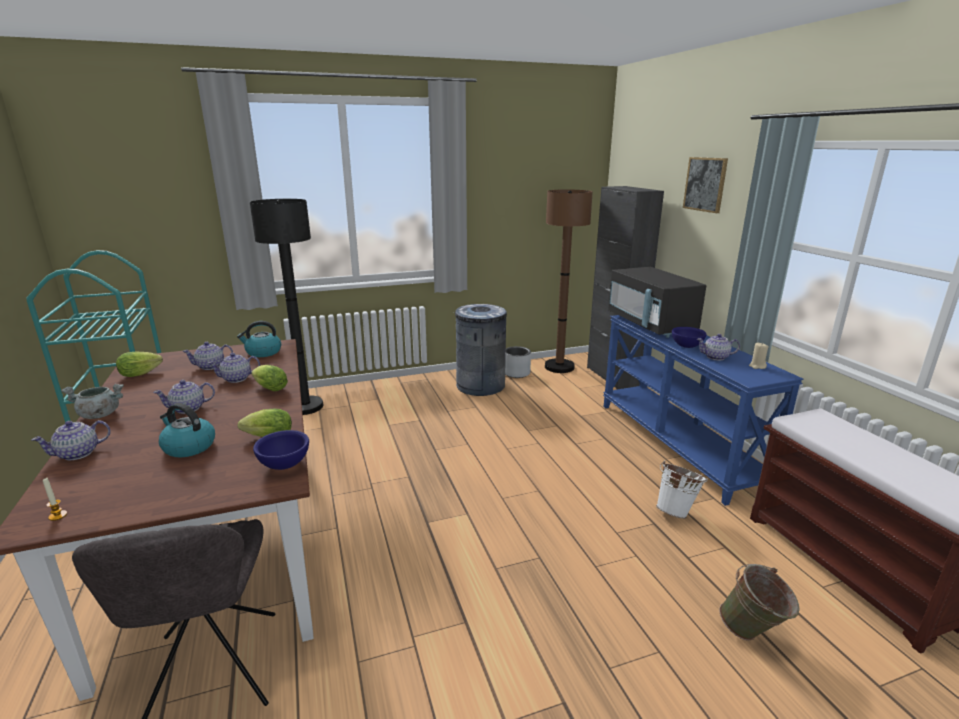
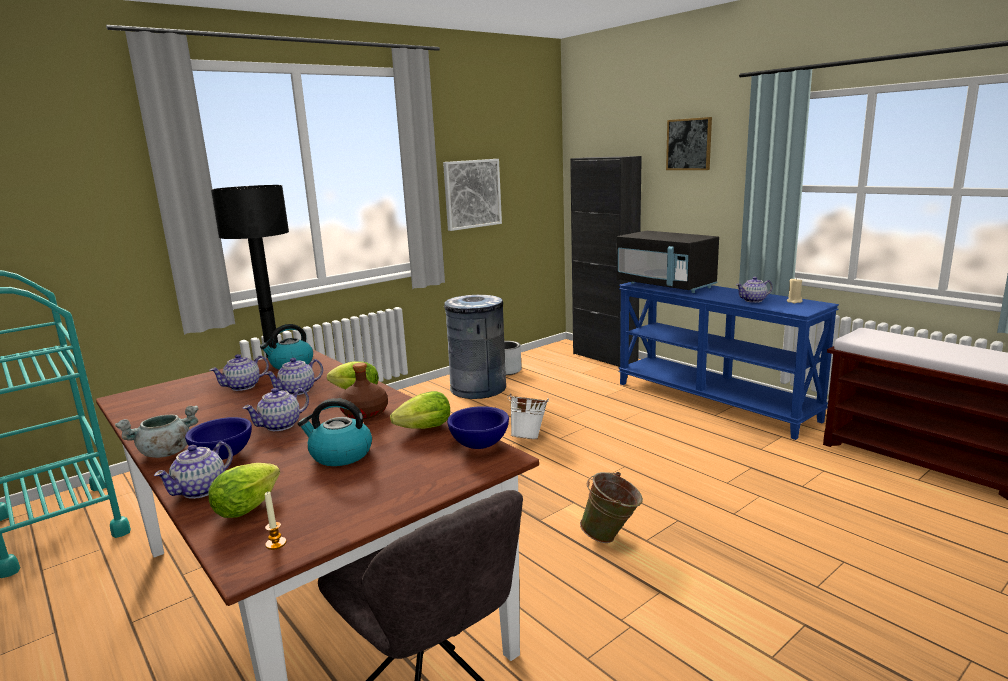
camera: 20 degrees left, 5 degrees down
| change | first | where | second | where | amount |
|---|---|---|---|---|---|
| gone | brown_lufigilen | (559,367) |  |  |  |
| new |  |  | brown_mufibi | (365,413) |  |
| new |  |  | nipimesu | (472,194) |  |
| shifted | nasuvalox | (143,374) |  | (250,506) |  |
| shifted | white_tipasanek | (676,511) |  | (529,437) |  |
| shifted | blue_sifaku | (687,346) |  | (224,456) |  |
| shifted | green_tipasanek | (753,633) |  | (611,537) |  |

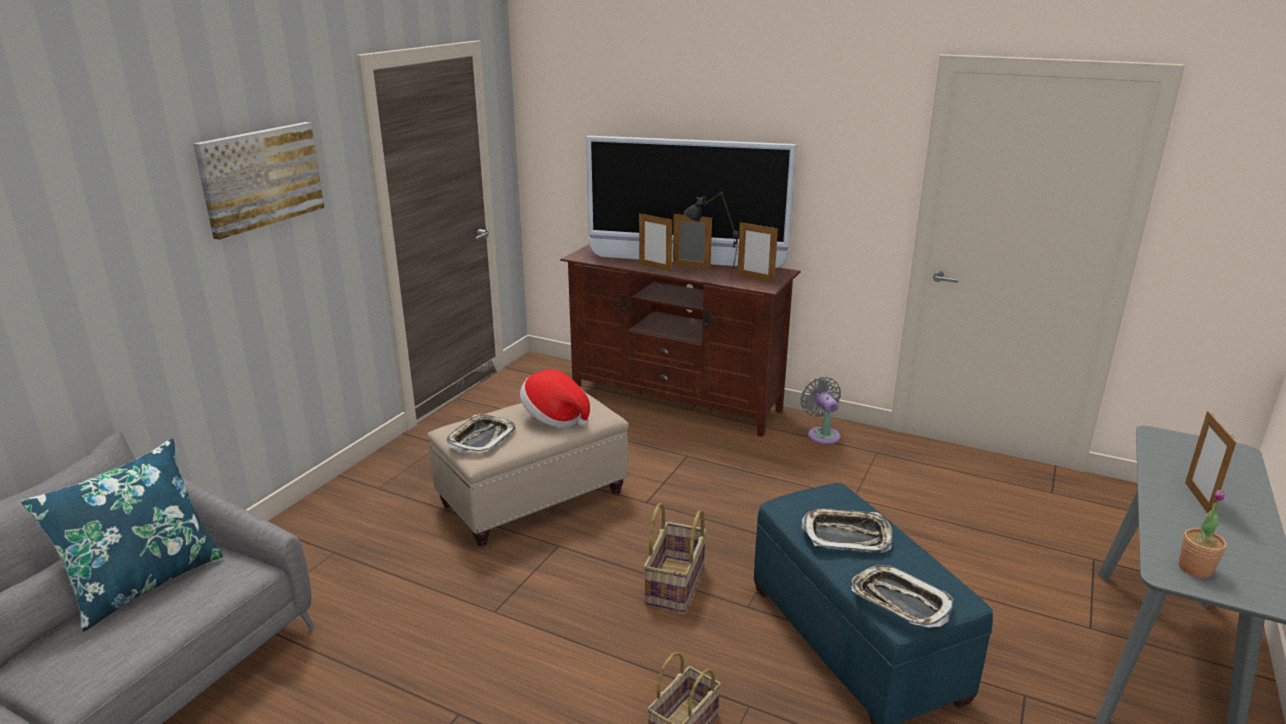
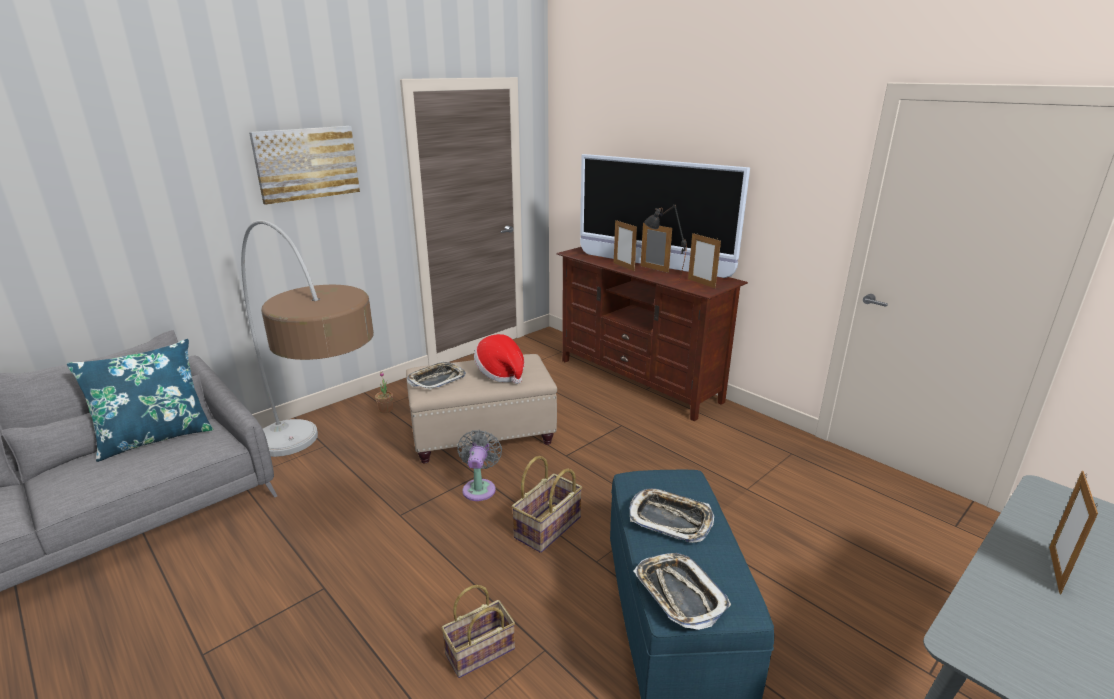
camera: 20 degrees right, 0 degrees up
| change | first | where | second | where | amount |
|---|---|---|---|---|---|
| new |  |  | lufigilen | (322,475) |  |
| shifted | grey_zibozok | (822,434) |  | (480,488) |  |
| shifted | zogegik | (1195,569) |  | (385,409) |  |

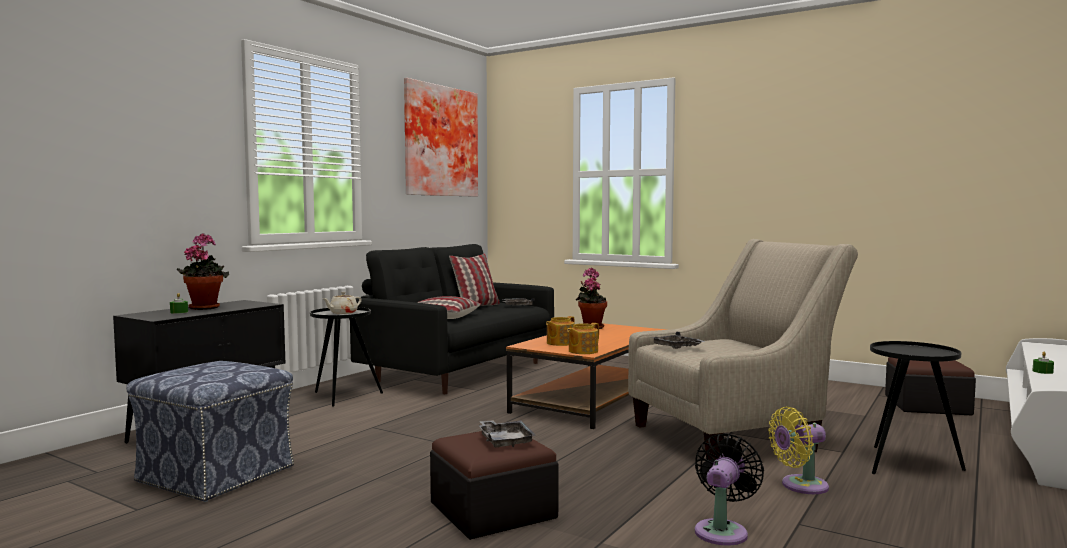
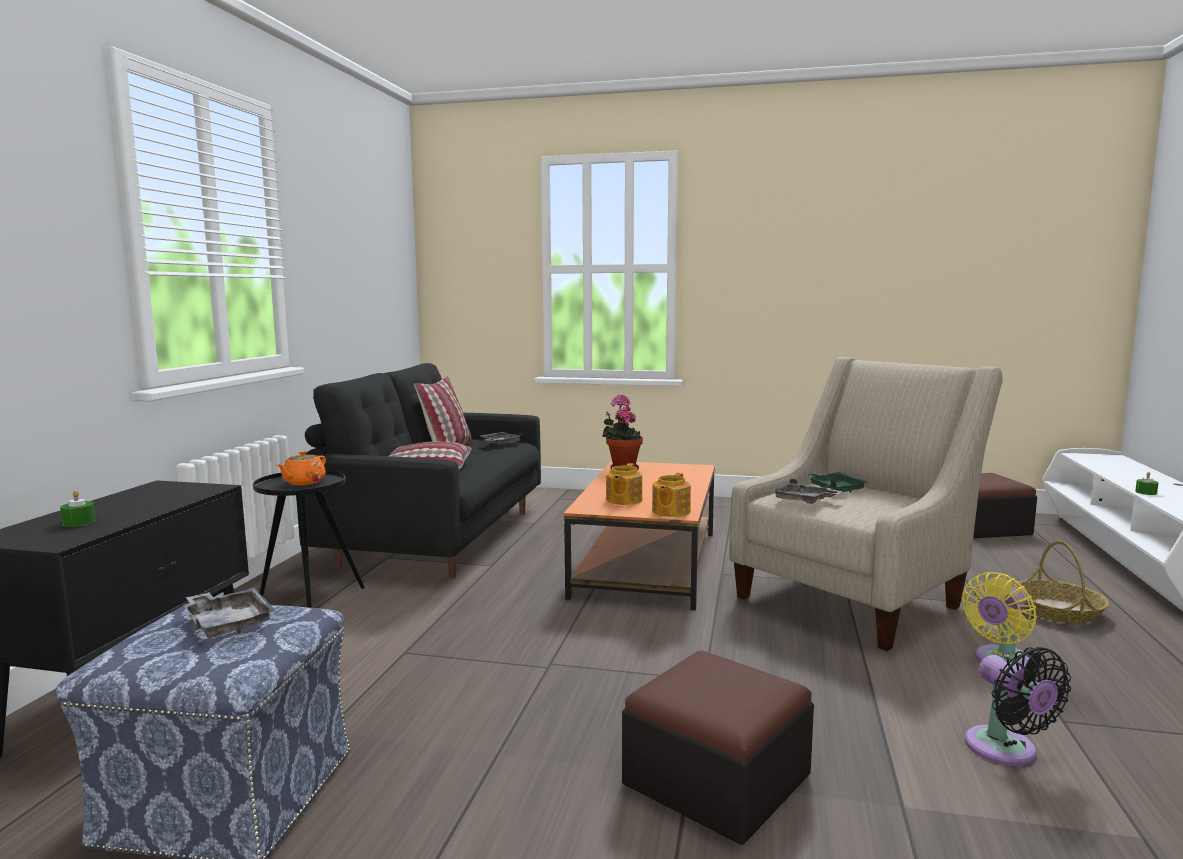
camera: 20 degrees left, 5 degrees up
| change | first | where | second | where | amount |
|---|---|---|---|---|---|
| gone | zogegik | (205,307) |  |  |  |
| gone | nipimesu | (439,141) |  |  |  |
| new |  |  | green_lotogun | (835,489) |  |
| shifted | grey_lotogun | (505,441) |  | (228,623) |  |
| swapped | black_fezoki | (908,464) | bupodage | (1058,611) |  |
| repainted | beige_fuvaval | (342,313) | orange_fuvaval | (303,482) |  |
| rotated | black_zibozok | (722,531) |  | (1006,751) | 150 degrees clockwise |

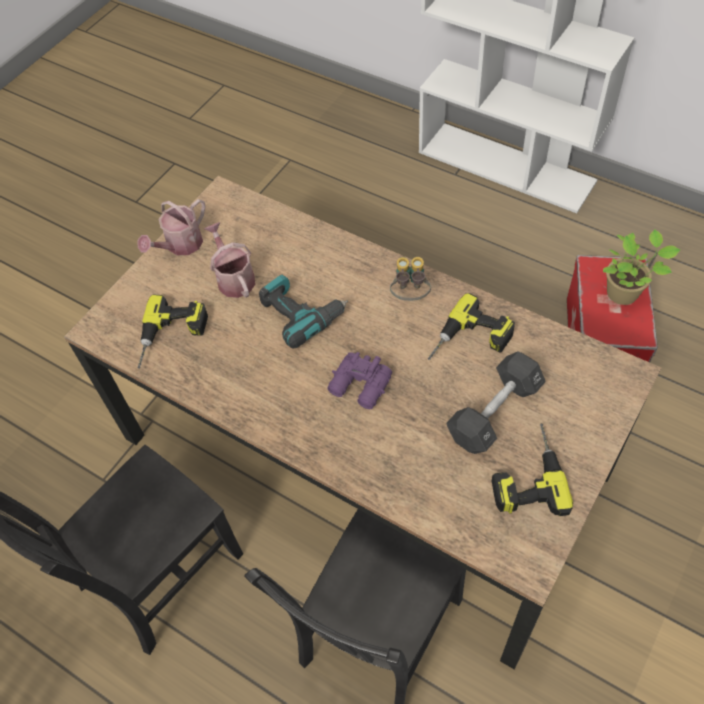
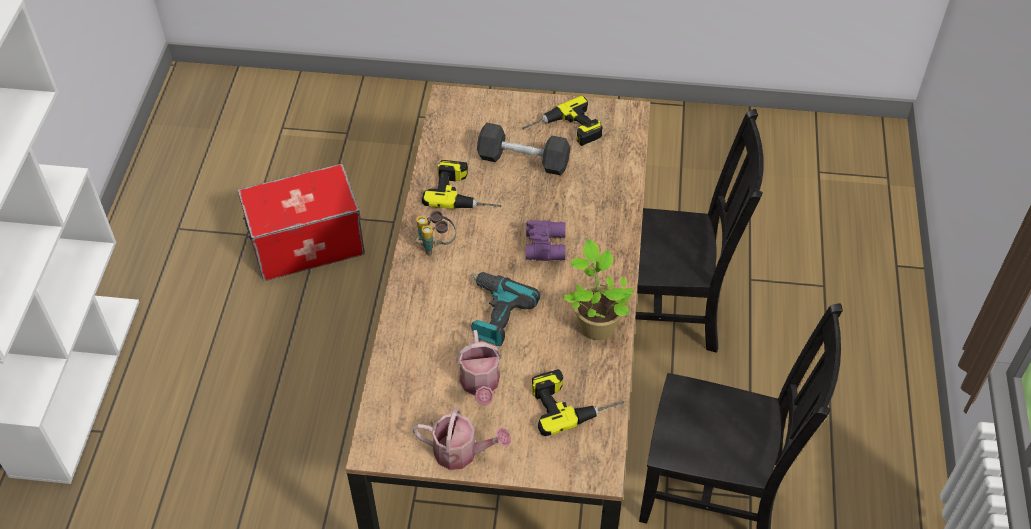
camera: 120 degrees left, 5 degrees down
| change | first | where | second | where | amount |
|---|---|---|---|---|---|
| shifted | zogegik | (625,293) |  | (596,323) |  |
| rotated | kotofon | (234,278) |  | (480,384) | 45 degrees counterclockwise |

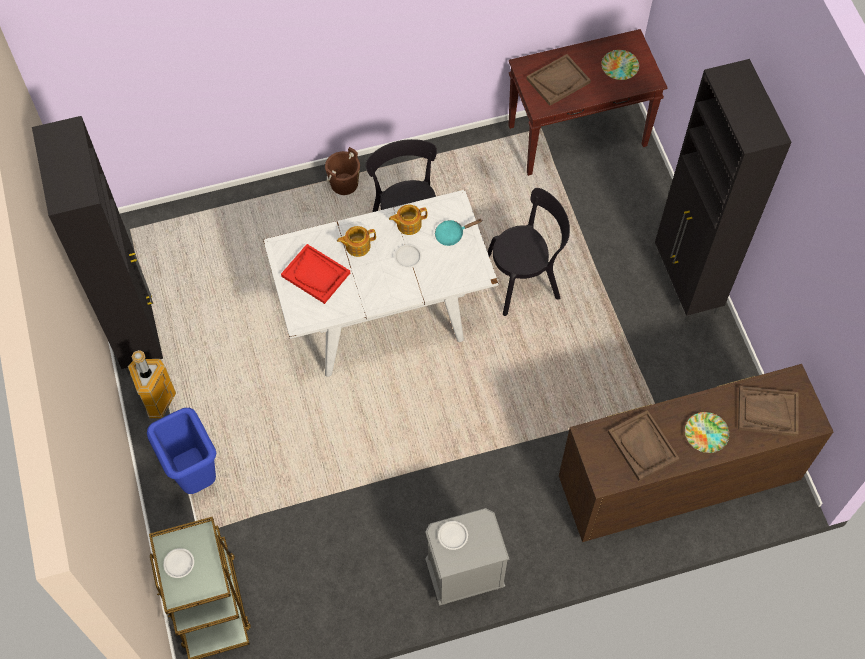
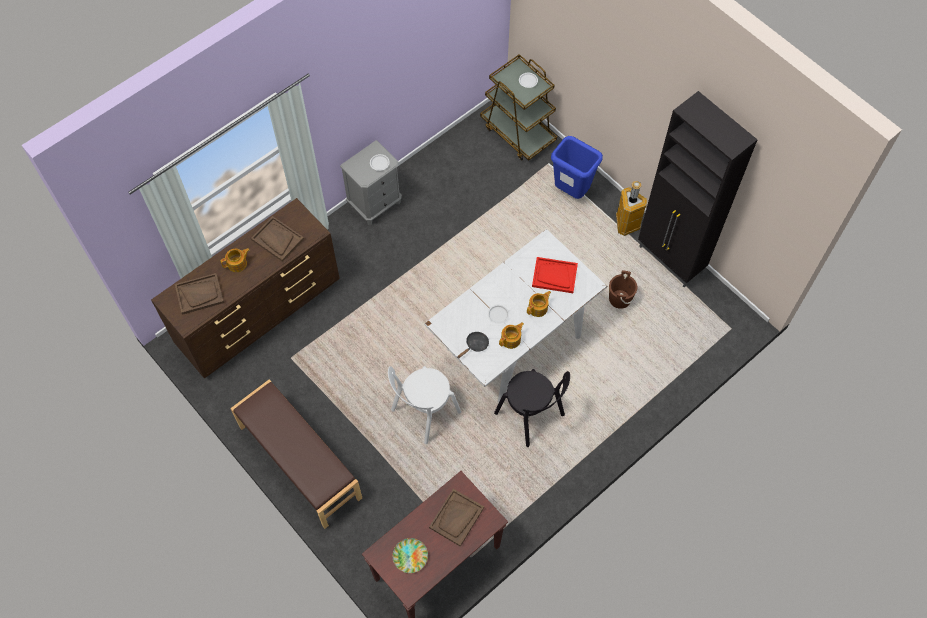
camera: 155 degrees right, 0 degrees up
| change | first | where | second | where | amount |
|---|---|---|---|---|---|
| shifted | brown_tipasanek | (344,184) |  | (619,299) |  |
| swapped | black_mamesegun | (686,284) | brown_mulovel | (299,463) |  |
| swapped | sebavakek | (706,433) | fuvaval | (237,264) |  |
| repainted | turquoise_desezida | (452,234) | black_desezida | (475,345) |  |
| repainted | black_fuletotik | (525,280) | white_fuletotik | (423,413) |  |

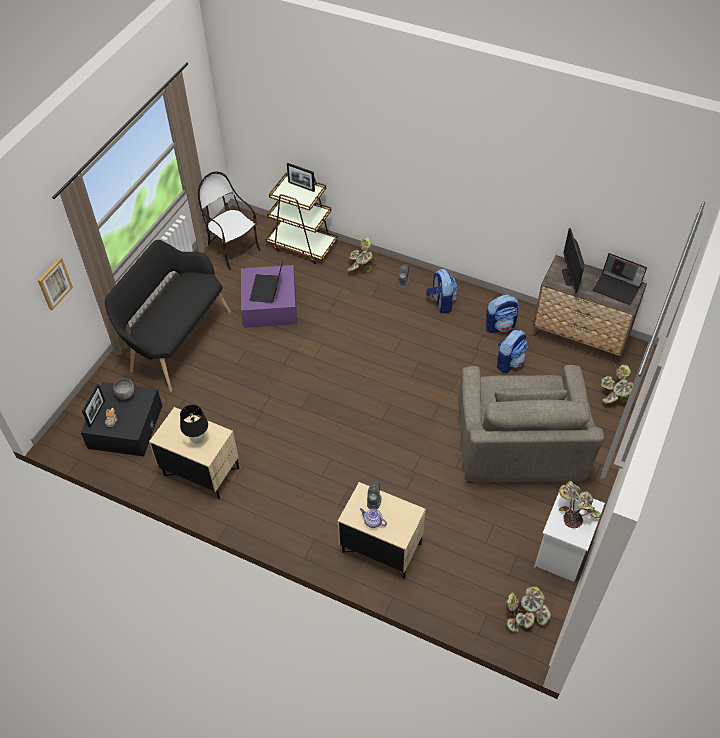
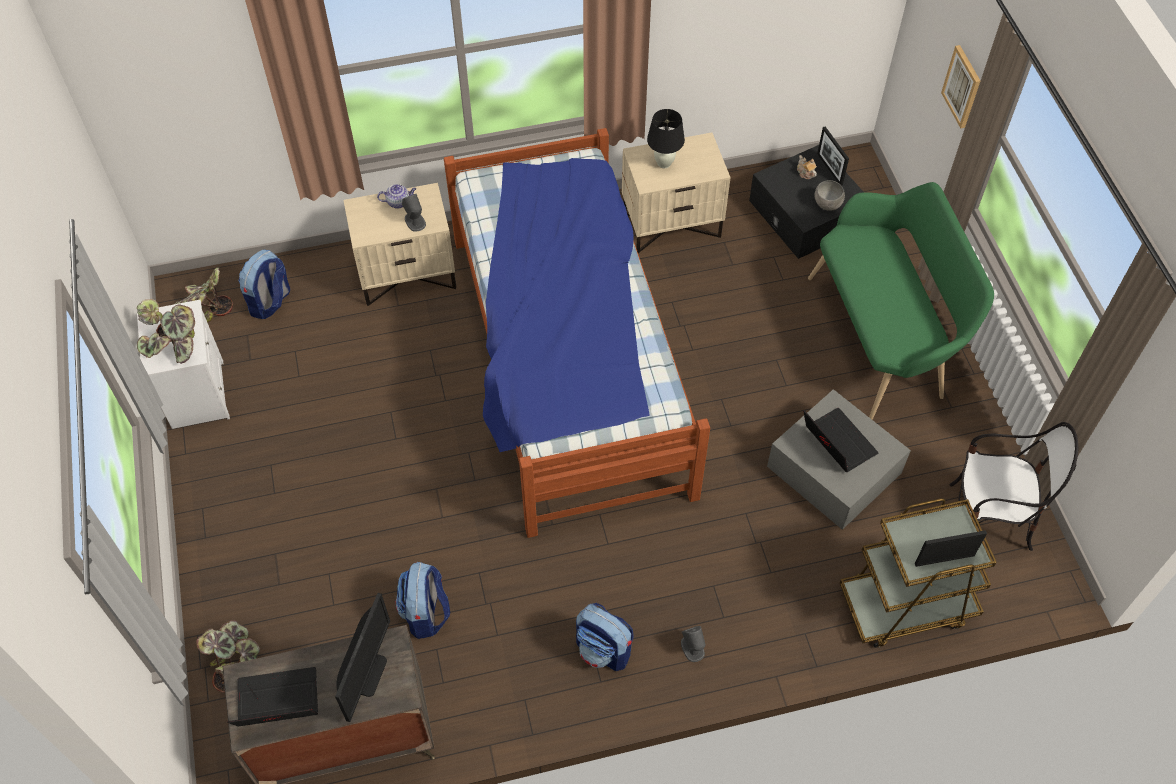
camera: 140 degrees right, 5 degrees up
| change | first | where | second | where | amount |
|---|---|---|---|---|---|
| gone | zogegik | (360,266) |  |  |  |
| gone | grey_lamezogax | (519,446) |  |  |  |
| new |  |  | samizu | (567,363) |  |
| shifted | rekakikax | (500,325) |  | (270,302) |  |
| repainted | black_mulovel | (176,341) | green_mulovel | (882,338) |  |
| repainted | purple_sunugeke | (270,304) | grey_sunugeke | (834,469) |  |
| rotated | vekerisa | (570,277) |  | (367,673) | 60 degrees clockwise |

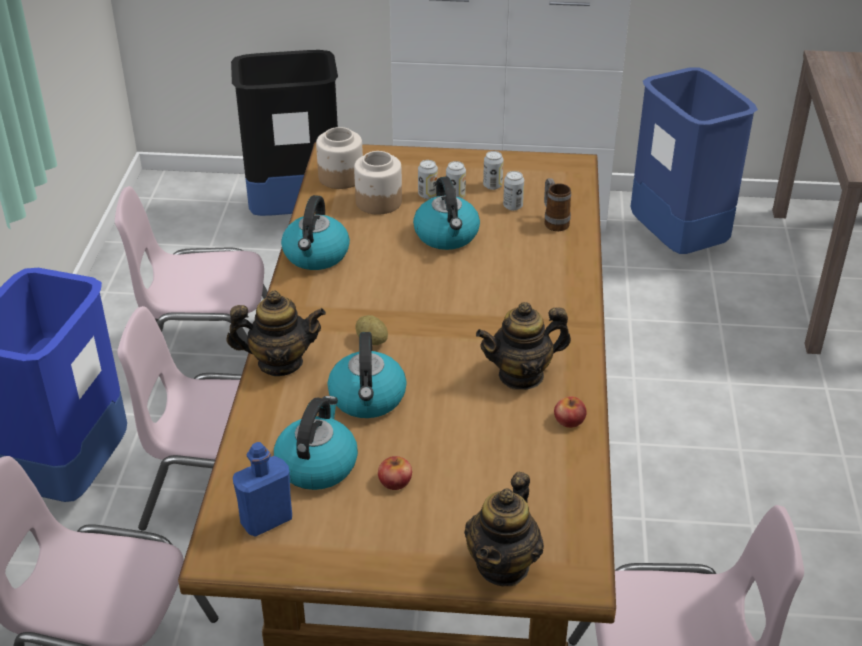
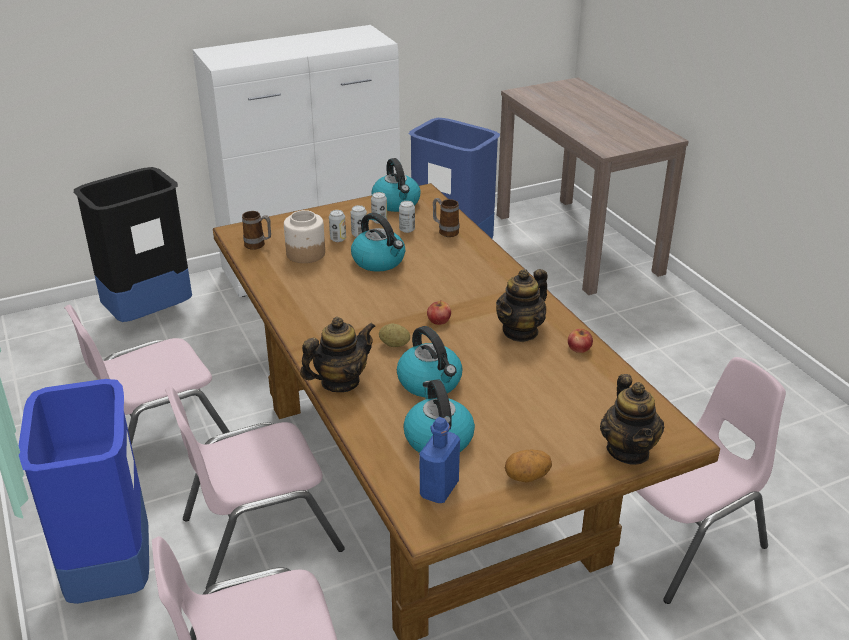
camera: 30 degrees left, 5 degrees down
| change | first | where | second | where | amount |
|---|---|---|---|---|---|
| new |  |  | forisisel | (527,478) |  |
| shifted | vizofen | (316,256) |  | (396,203) |  |
| shifted | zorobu | (395,481) |  | (439,320) |  |
| swapped | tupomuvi | (340,177) | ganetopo | (258,245) |  |

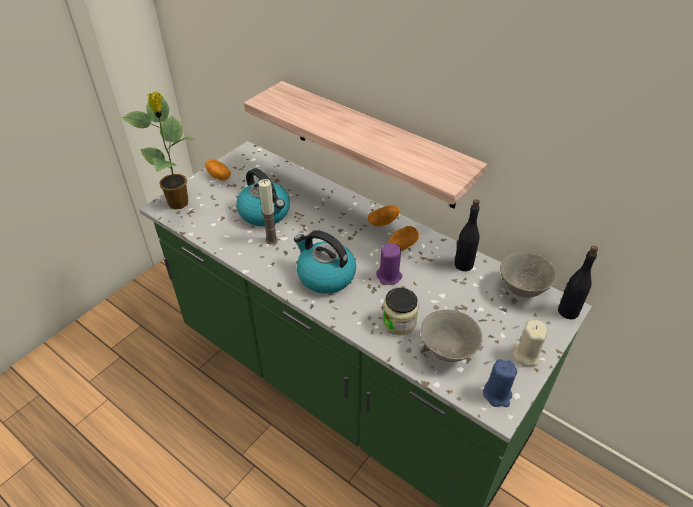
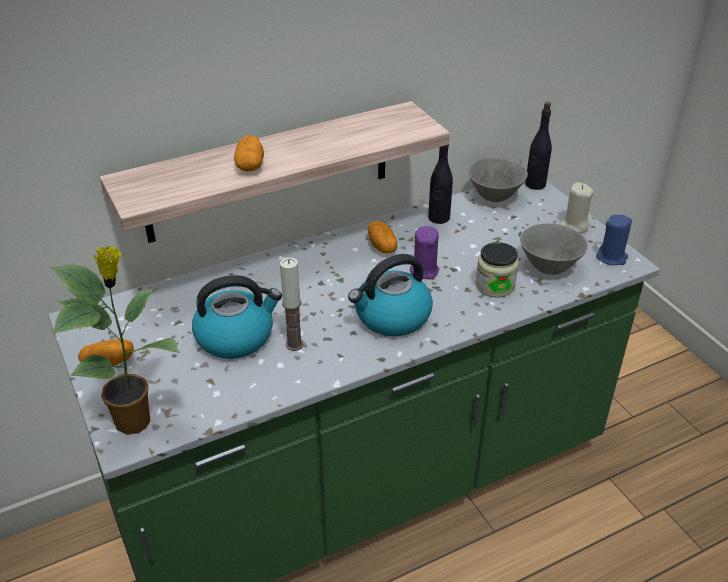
camera: 65 degrees left, 5 degrees down
| change | first | where | second | where | amount |
|---|---|---|---|---|---|
| shifted | forisisel | (383,222) |  | (250,165) |  |

